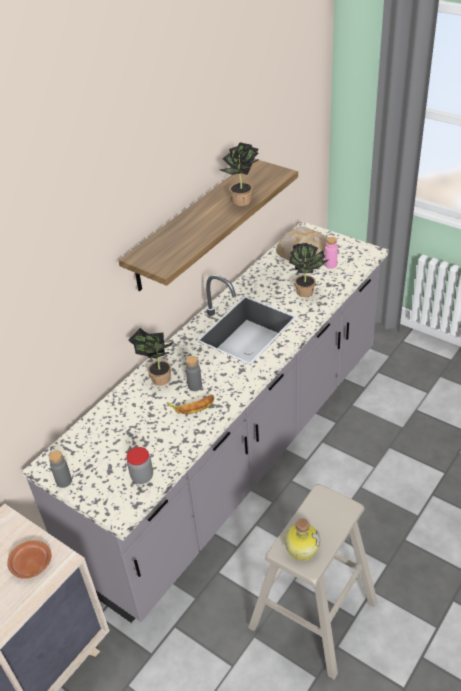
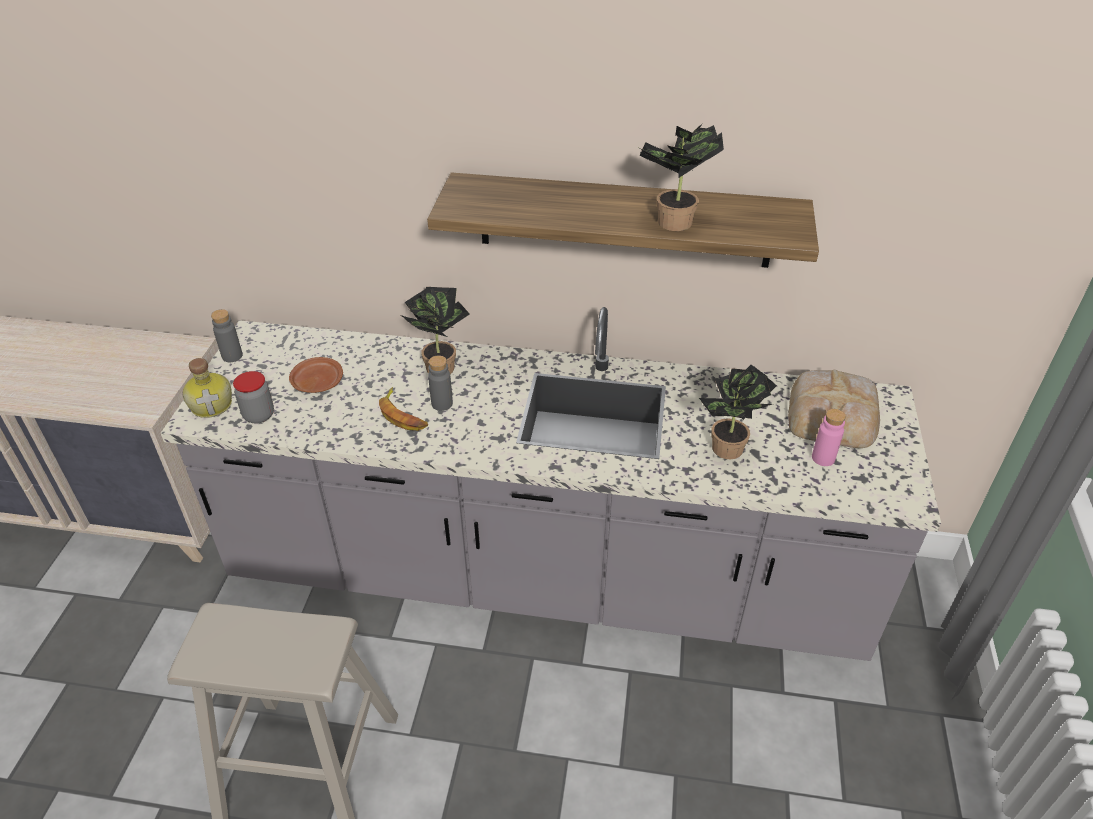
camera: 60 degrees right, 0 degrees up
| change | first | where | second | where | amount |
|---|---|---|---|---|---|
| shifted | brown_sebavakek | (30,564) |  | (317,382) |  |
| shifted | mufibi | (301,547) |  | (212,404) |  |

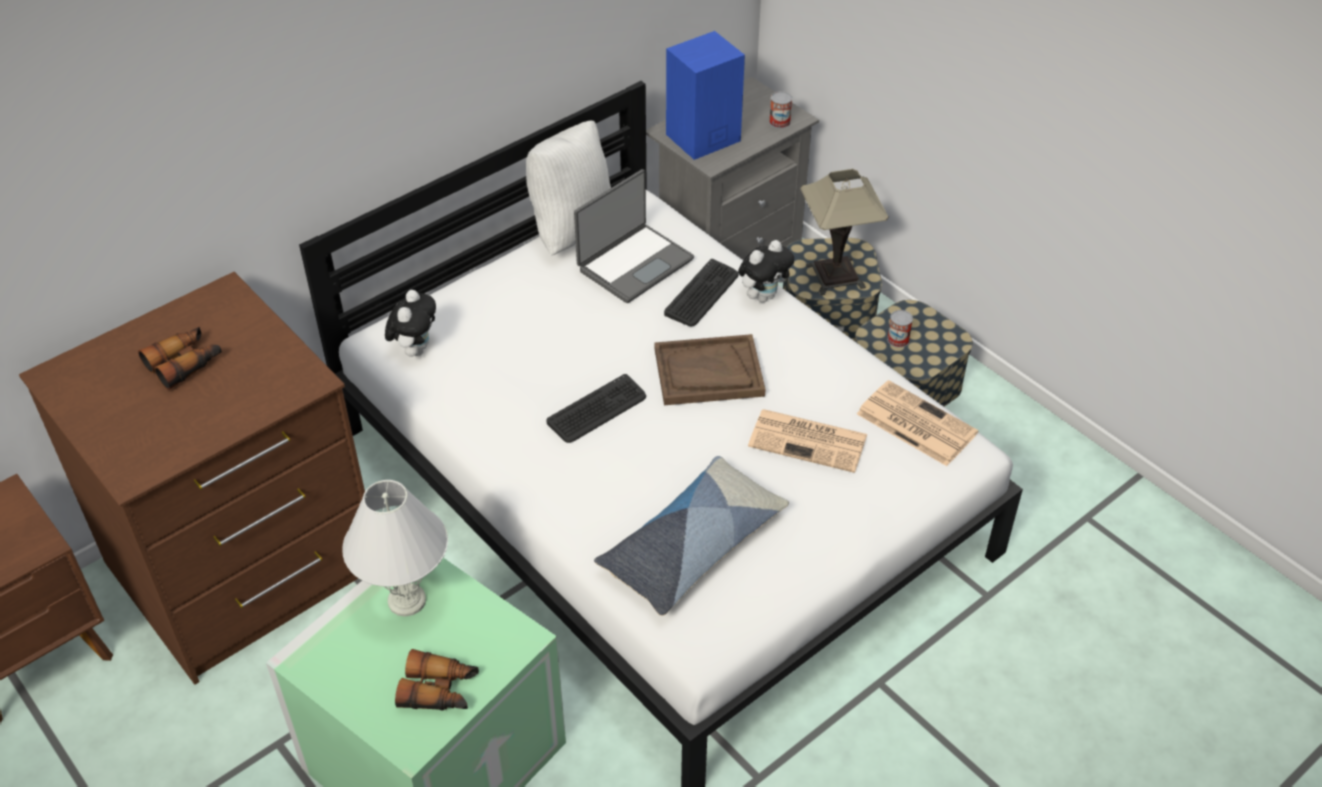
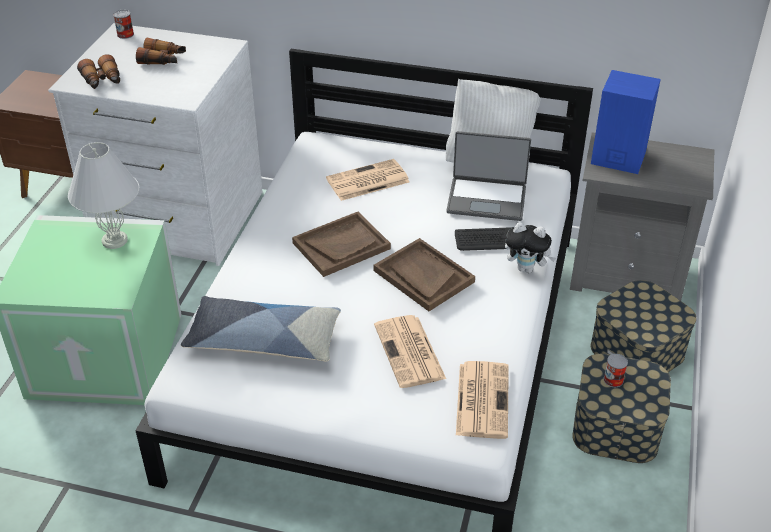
camera: 55 degrees right, 5 degrees down
| change | first | where | second | where | amount |
|---|---|---|---|---|---|
| gone | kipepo | (415,349) |  |  |  |
| gone | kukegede | (835,276) |  |  |  |
| new |  |  | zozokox | (367,181) |  |
| shifted | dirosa | (440,690) |  | (102,81) |  |
| shifted | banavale | (779,122) |  | (125,34) |  |
| swapped | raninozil | (597,410) | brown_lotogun | (341,245) |  |
| repainted | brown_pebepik | (245,569) | white_pebepik | (177,219) |  |

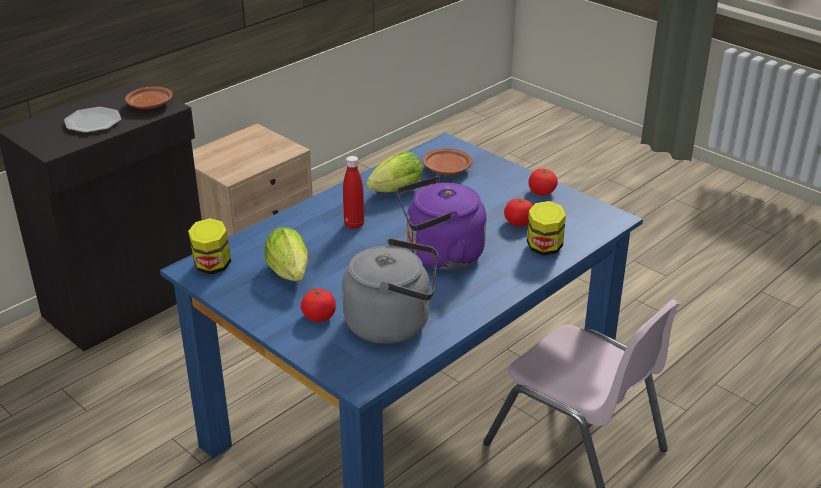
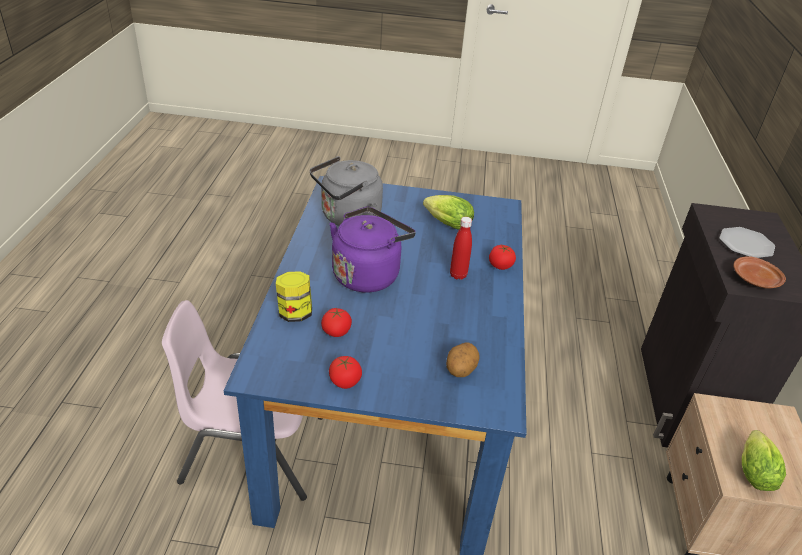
camera: 140 degrees right, 5 degrees up
| change | first | where | second | where | amount |
|---|---|---|---|---|---|
| gone | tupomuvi | (212,266) |  |  |  |
| shifted | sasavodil | (319,316) |  | (500,265) |  |
| shifted | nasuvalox | (393,192) |  | (753,470) |  |
| swapped | brown_sebavakek | (446,169) | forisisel | (460,370) |  |

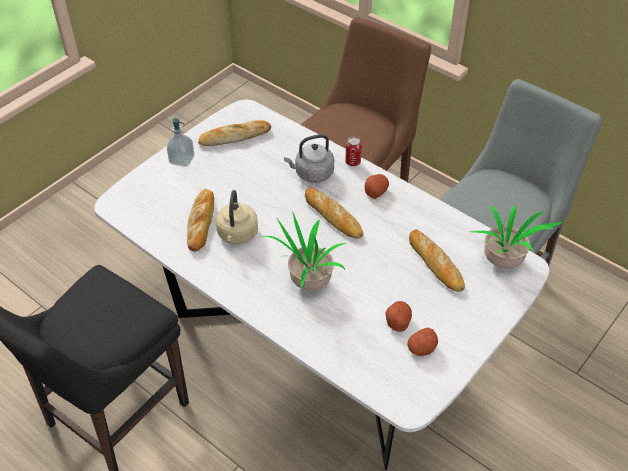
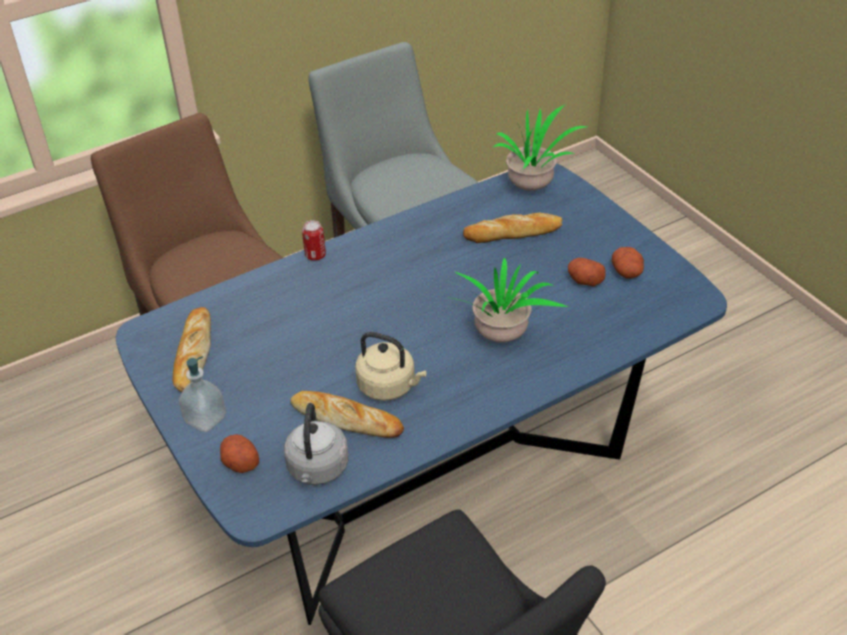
camera: 70 degrees left, 5 degrees down
| change | first | where | second | where | amount |
|---|---|---|---|---|---|
| gone | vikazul | (333,216) |  |  |  |
| shifted | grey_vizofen | (312,174) |  | (317,470) |  |
| shifted | forisisel | (375,191) |  | (239,462) |  |
| repainted | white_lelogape | (315,347) | blue_lelogape | (428,479) |  |

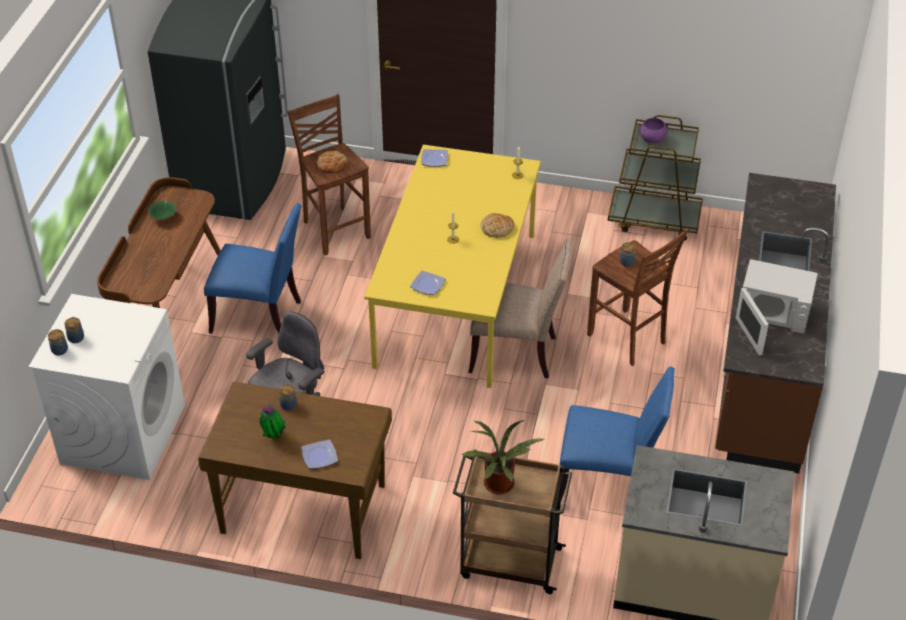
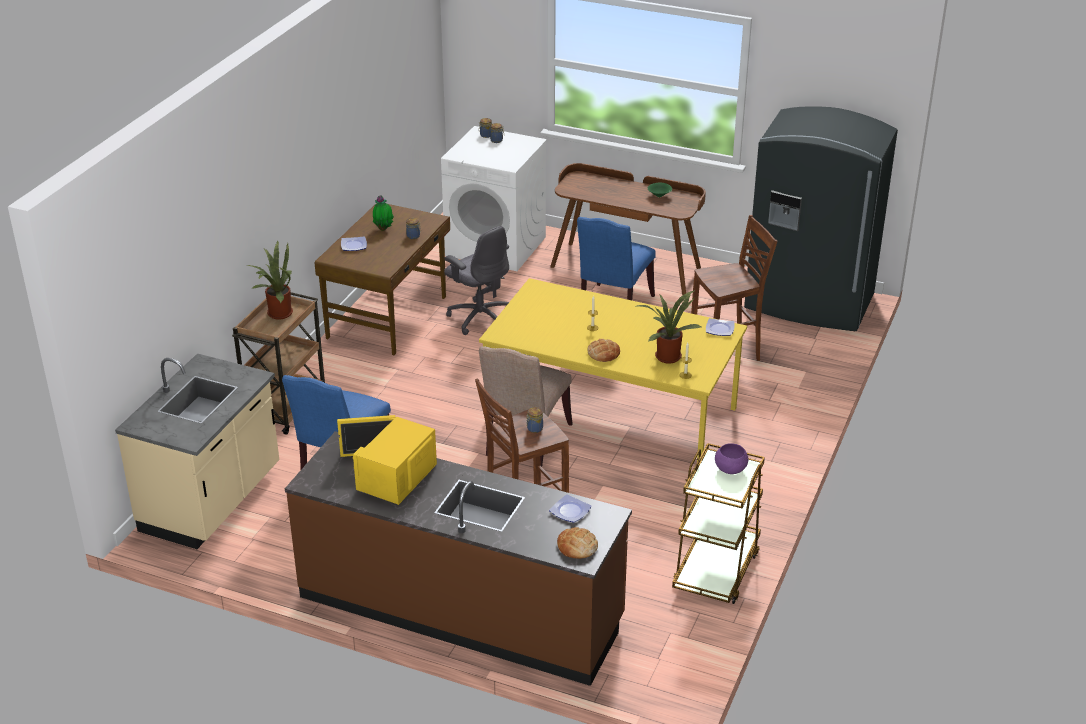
camera: 100 degrees right, 10 degrees down
| change | first | where | second | where | amount |
|---|---|---|---|---|---|
| new |  |  | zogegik | (667,355) |  |
| shifted | vikazul | (332,165) |  | (577,546) |  |
| shifted | sebavakek | (427,284) |  | (571,511) |  |
| repainted | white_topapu | (771,313) | yellow_topapu | (395,475) |  |

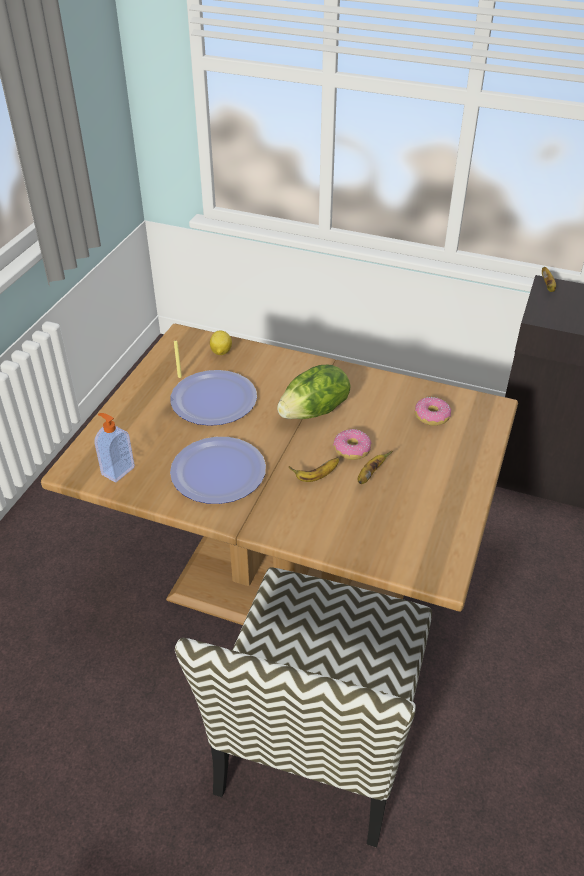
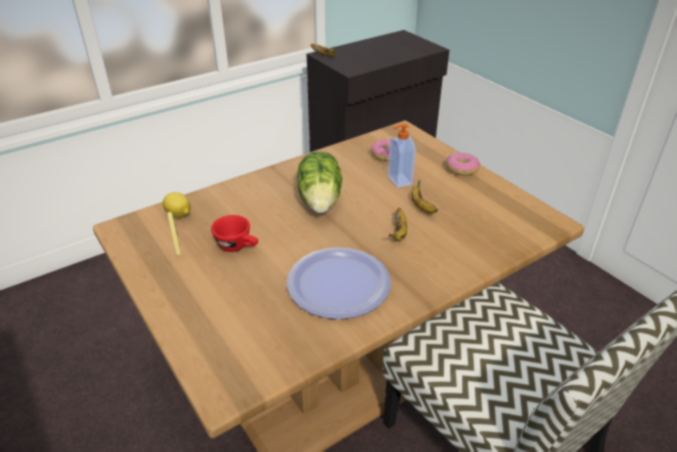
camera: 55 degrees left, 5 degrees down
| change | first | where | second | where | amount |
|---|---|---|---|---|---|
| shifted | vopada | (117,470) |  | (399,180) |  |
| shifted | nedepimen | (352,450) |  | (462,169) |  |
| swapped | sebavakek | (213,399) | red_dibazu | (238,246) |  |

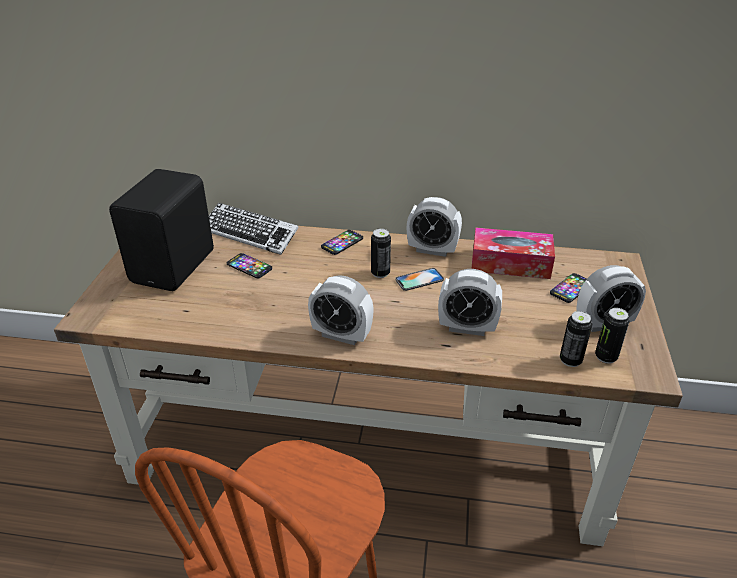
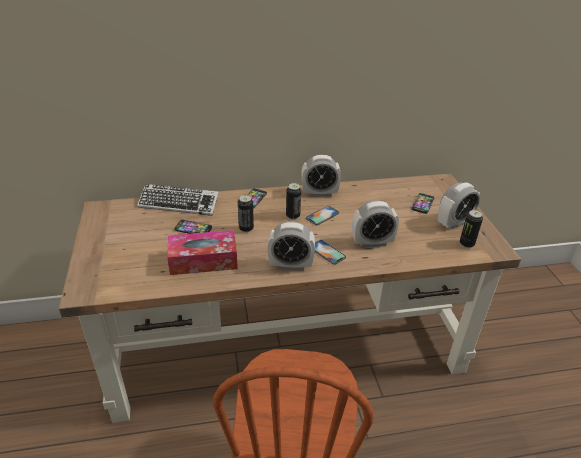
camera: 20 degrees left, 0 degrees up
| change | first | where | second | where | amount |
|---|---|---|---|---|---|
| gone | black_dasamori | (176,267) |  |  |  |
| new |  |  | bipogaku | (327,252) |  |
| shifted | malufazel | (510,263) |  | (203,260) |  |
| shifted | banavale | (570,360) |  | (246,229) |  |

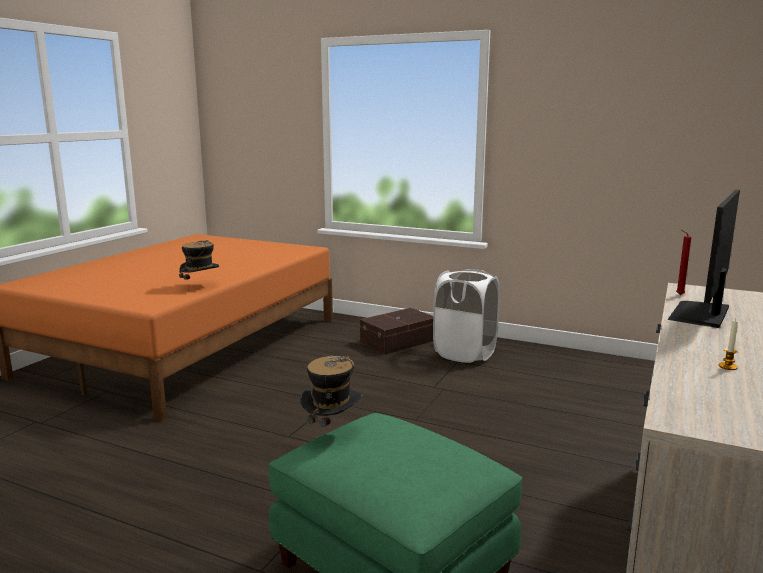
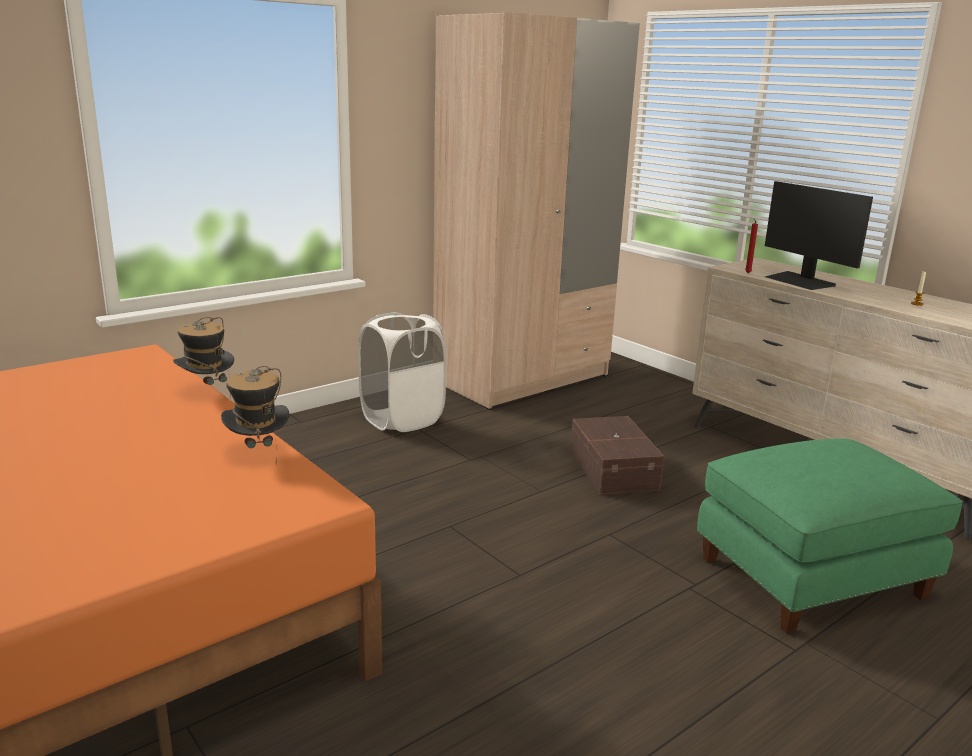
camera: 65 degrees left, 5 degrees up
| change | first | where | second | where | amount |
|---|---|---|---|---|---|
| new |  |  | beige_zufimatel | (522,378) |  |
| shifted | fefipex | (332,430) |  | (207,392) |  |
| shifted | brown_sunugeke | (399,341) |  | (614,469) |  |

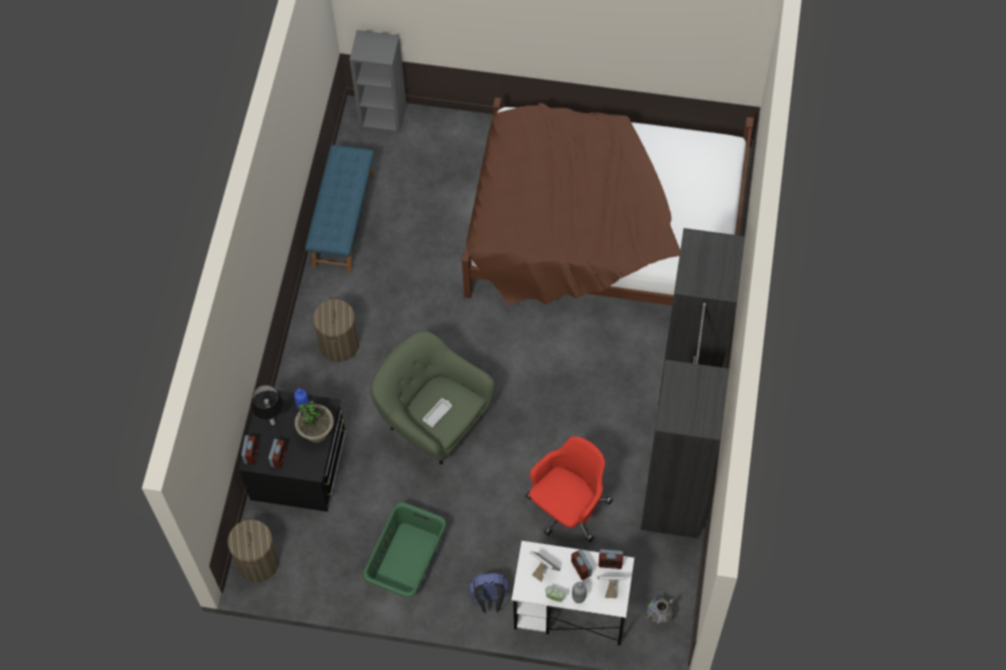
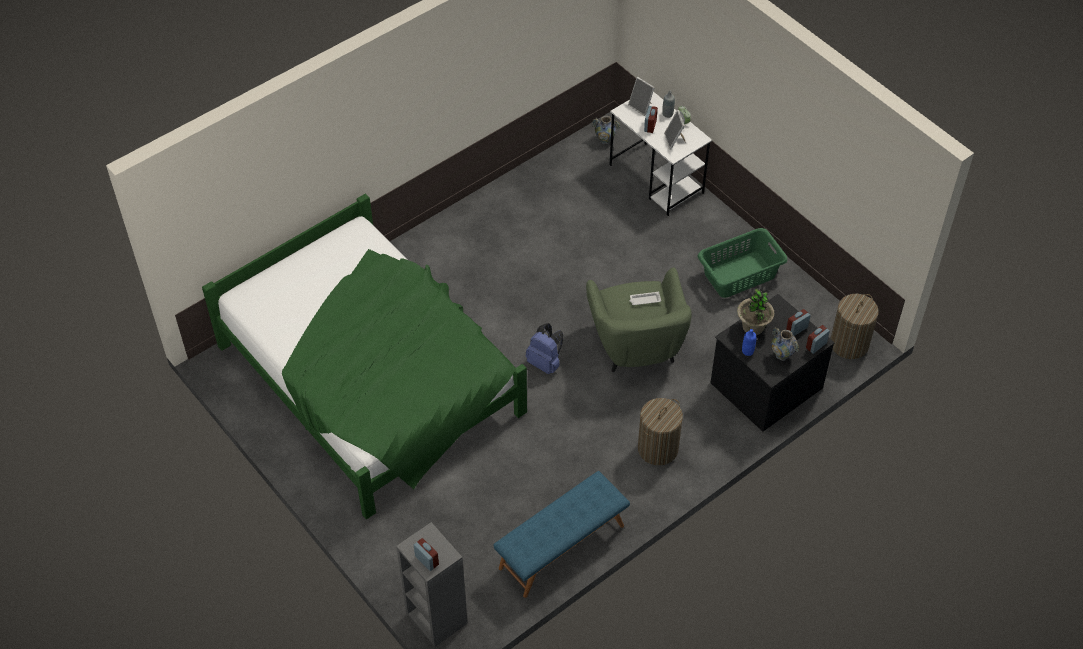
camera: 140 degrees left, 10 degrees down
| change | first | where | second | where | amount |
|---|---|---|---|---|---|
| gone | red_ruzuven | (567,508) |  |  |  |
| gone | black_zufimatel | (681,439) |  |  |  |
| shifted | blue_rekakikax | (489,598) |  | (545,362) |  |
| shifted | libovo | (610,563) |  | (427,560) |  |
| swapped | kukegede | (272,423) | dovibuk | (782,355) |  |
| repainted | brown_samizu | (604,234) | green_samizu | (372,379) |  |

